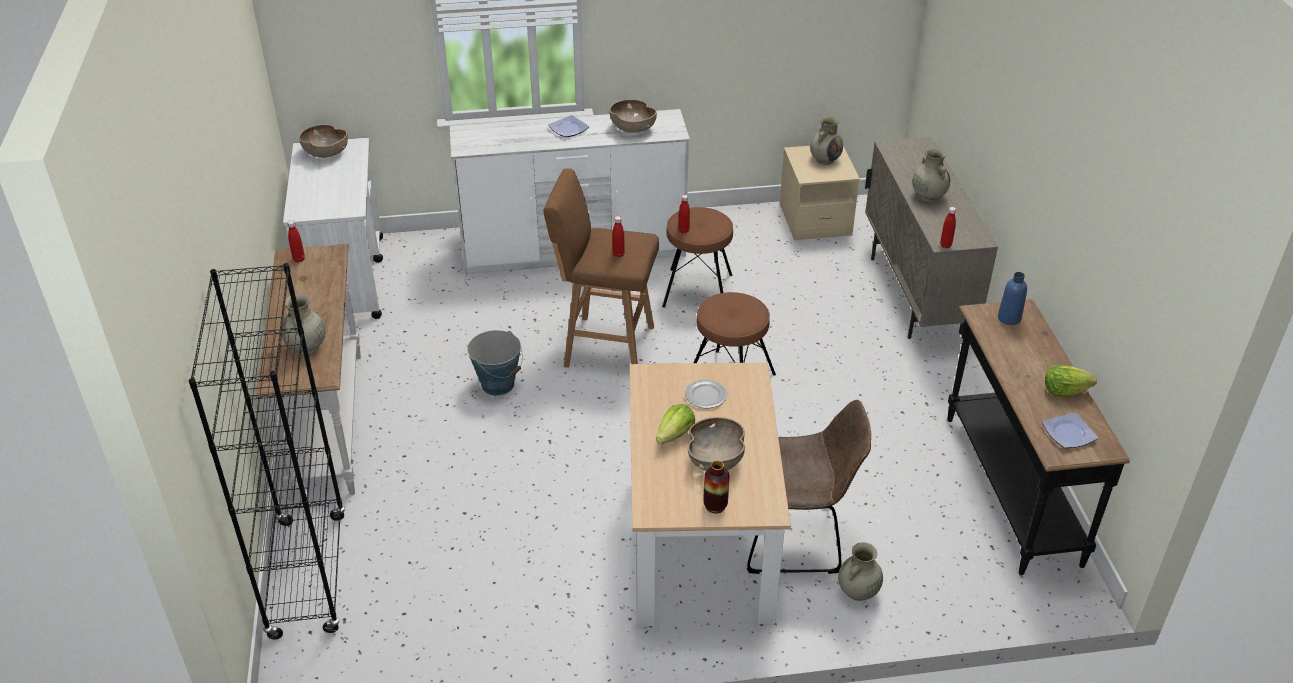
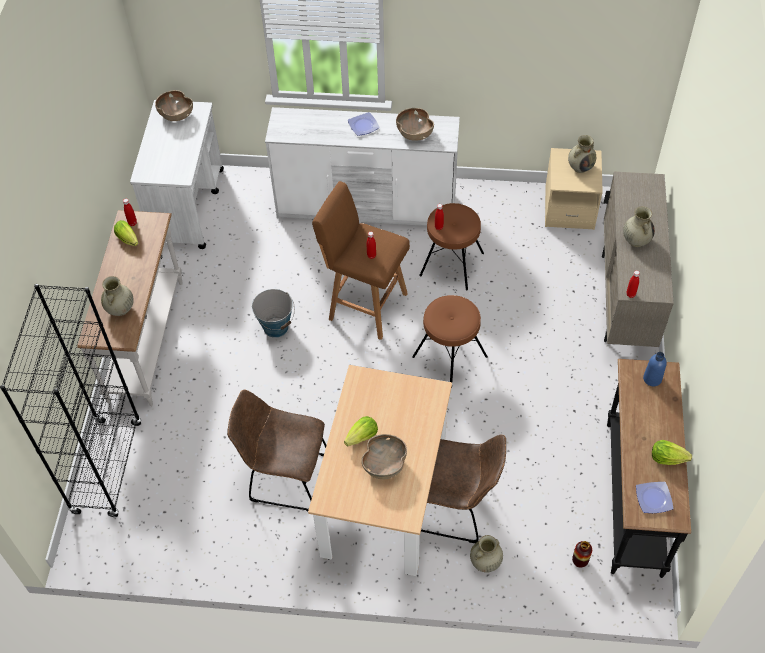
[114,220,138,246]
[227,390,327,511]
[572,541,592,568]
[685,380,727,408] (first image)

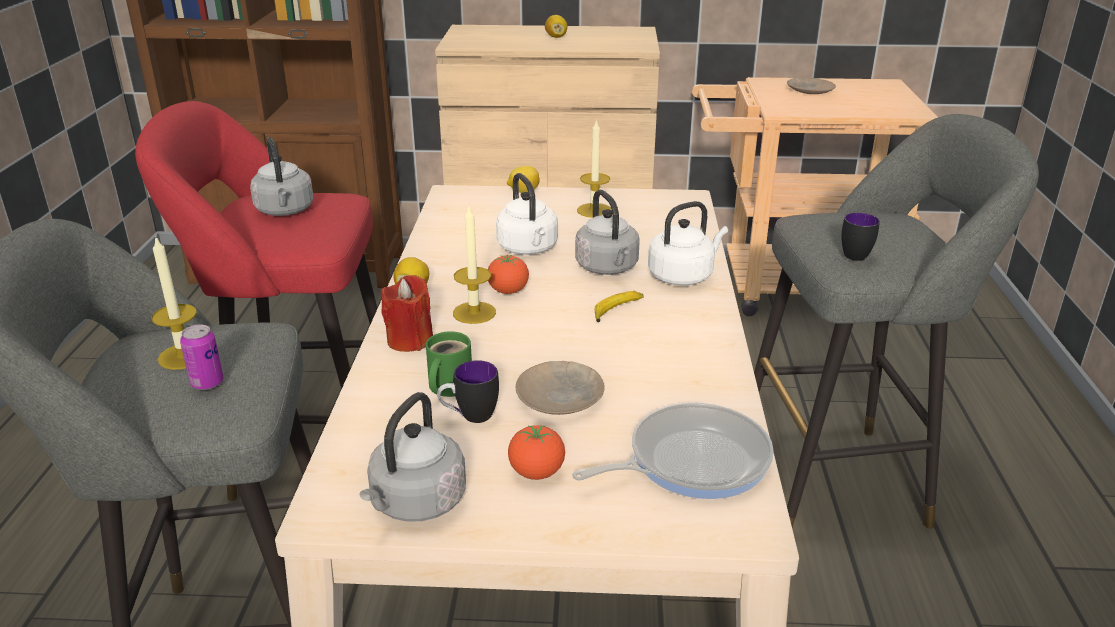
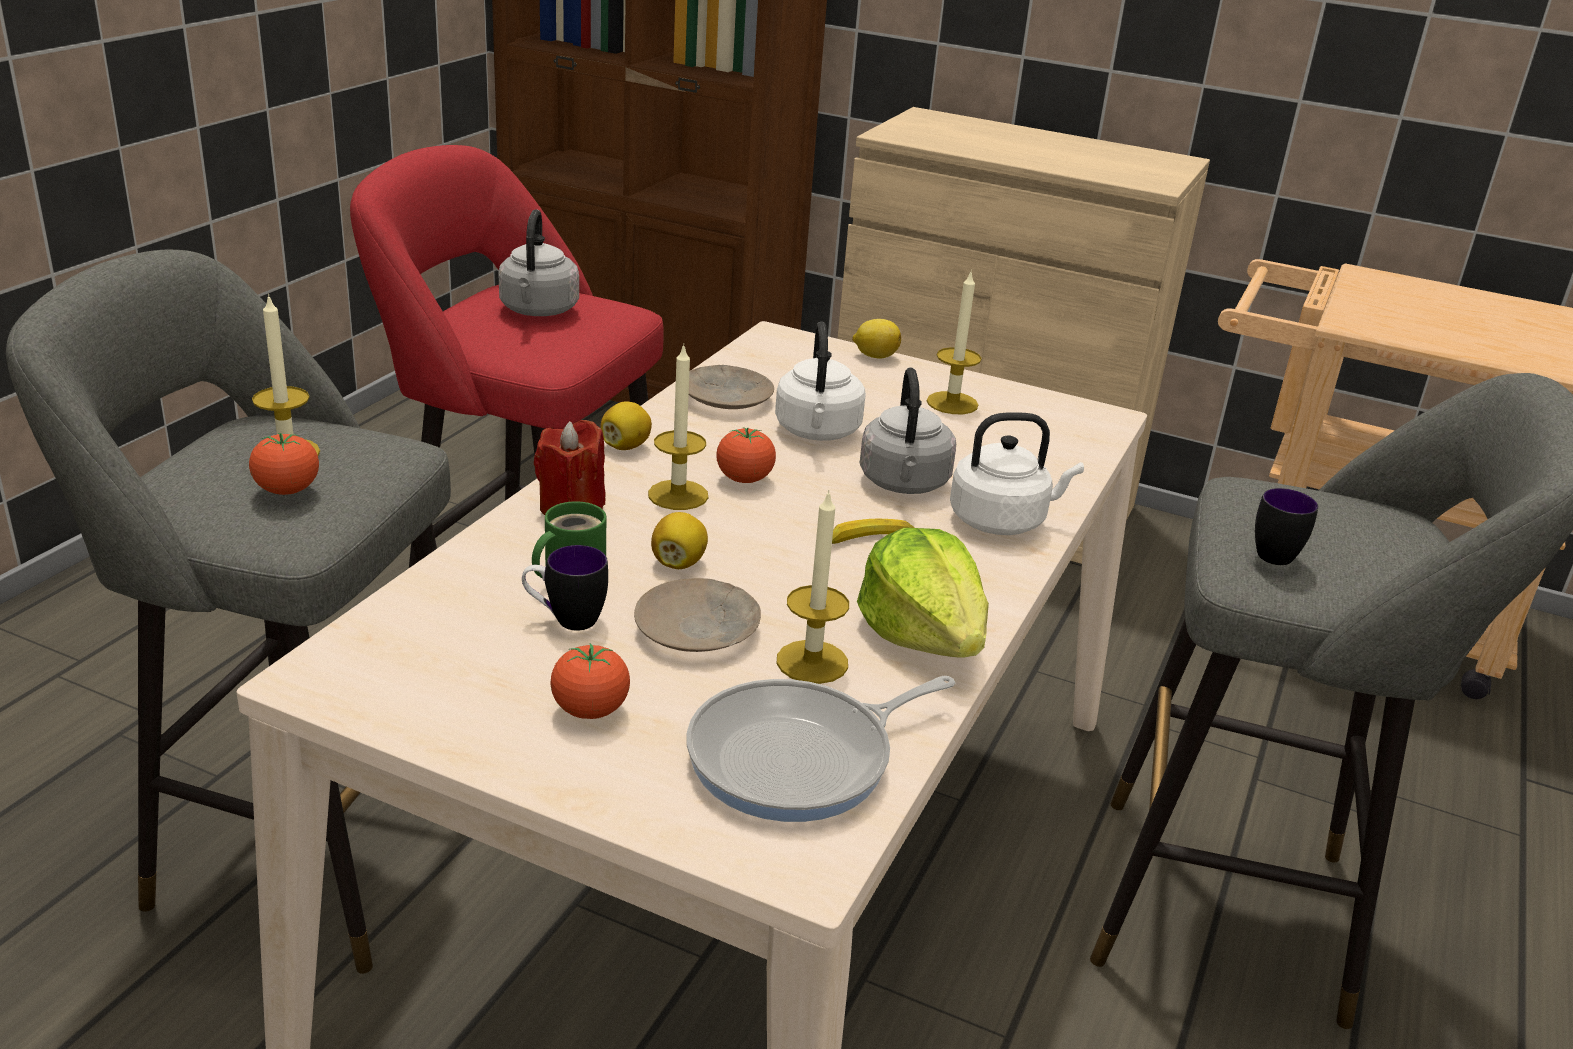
[249,433,319,495]
[651,512,708,569]
[687,676,956,822]
[689,365,774,409]
[777,490,849,684]
[857,528,989,657]
[359,392,466,522] (first image)

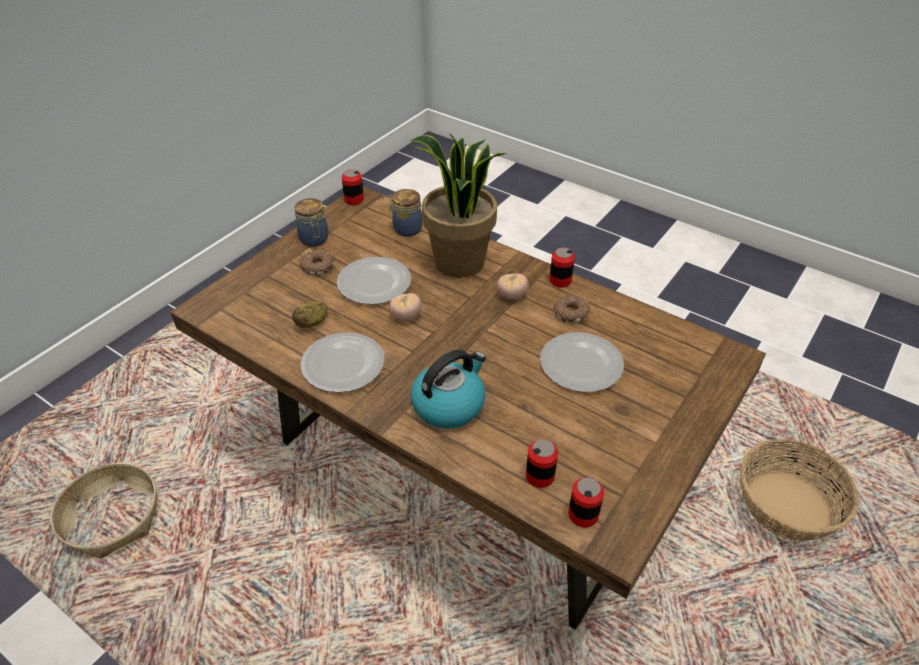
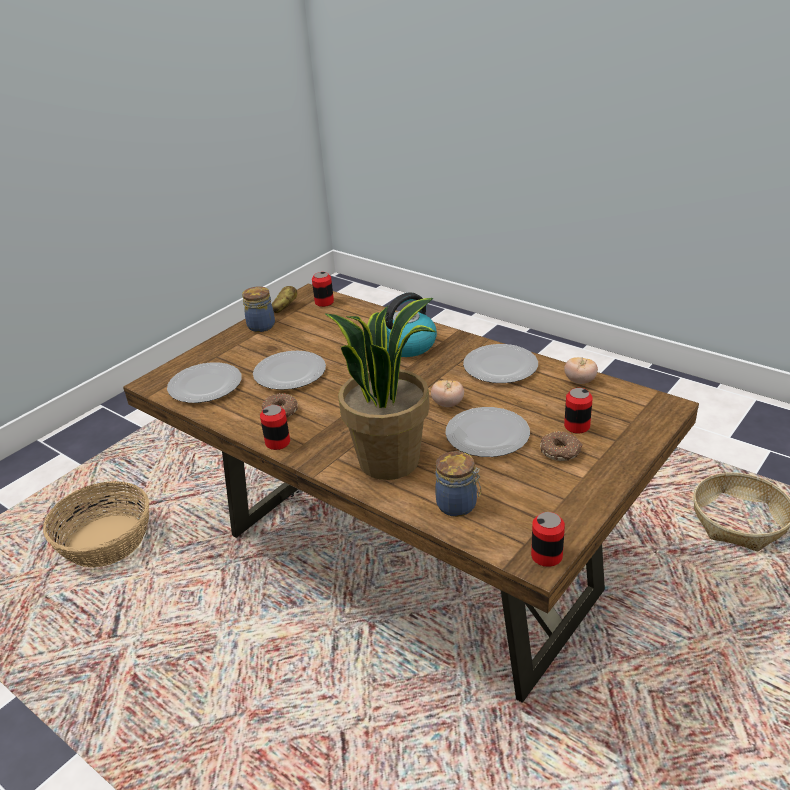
[167,362,242,403]
[242,286,275,332]
[272,286,297,313]
[564,357,598,384]
[564,388,593,434]

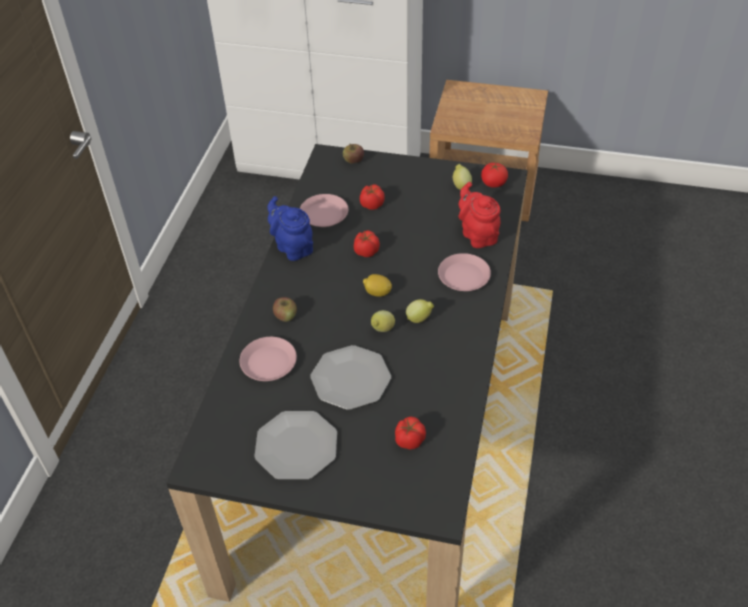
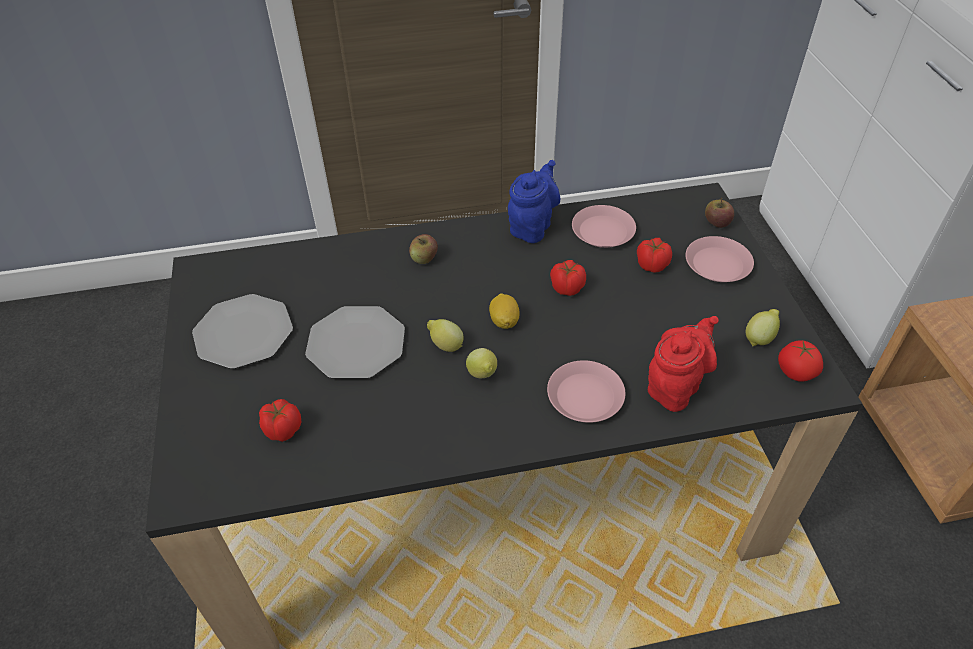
[686,236,754,282]

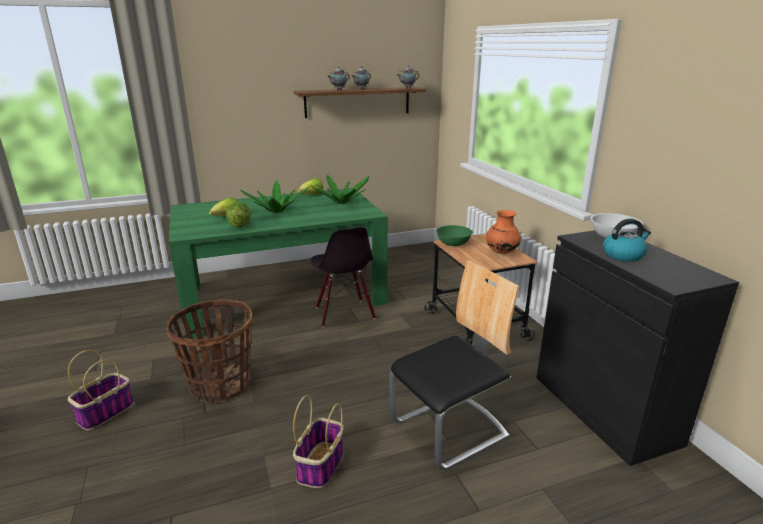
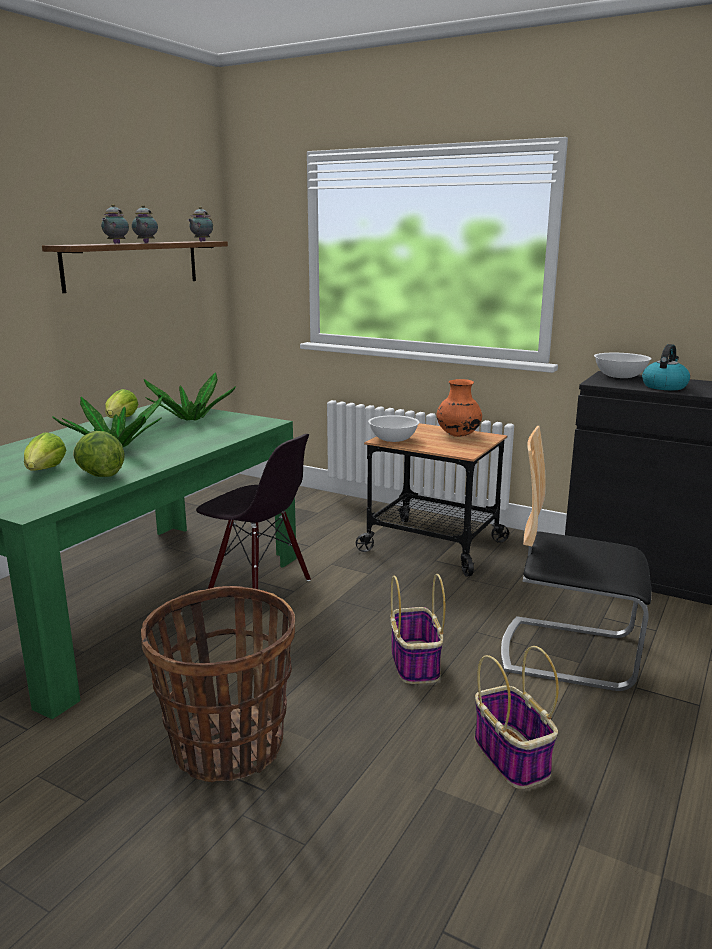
[368,415,419,442]
[390,574,445,684]
[501,426,651,691]

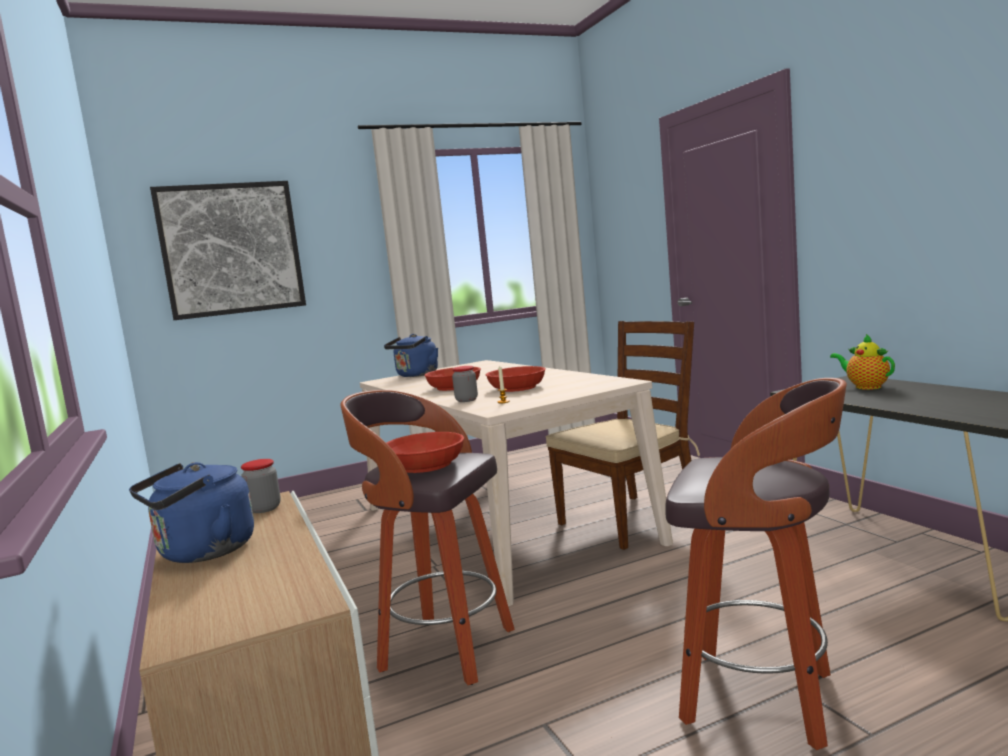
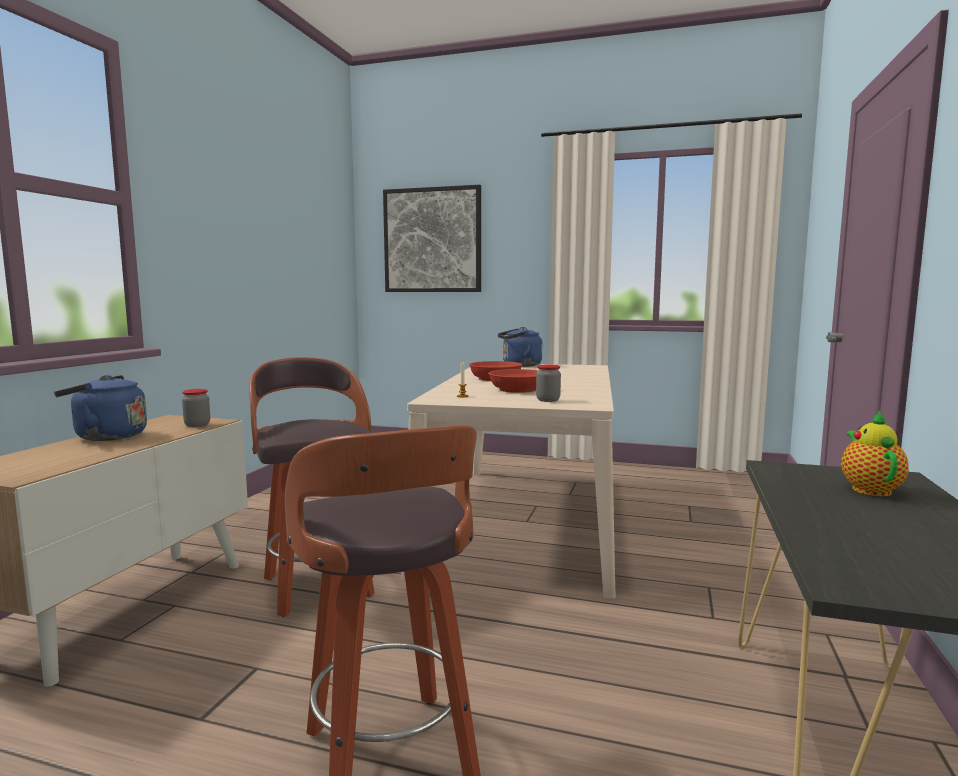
[536,364,561,402]
[386,432,464,473] (first image)
[546,321,700,550] (first image)

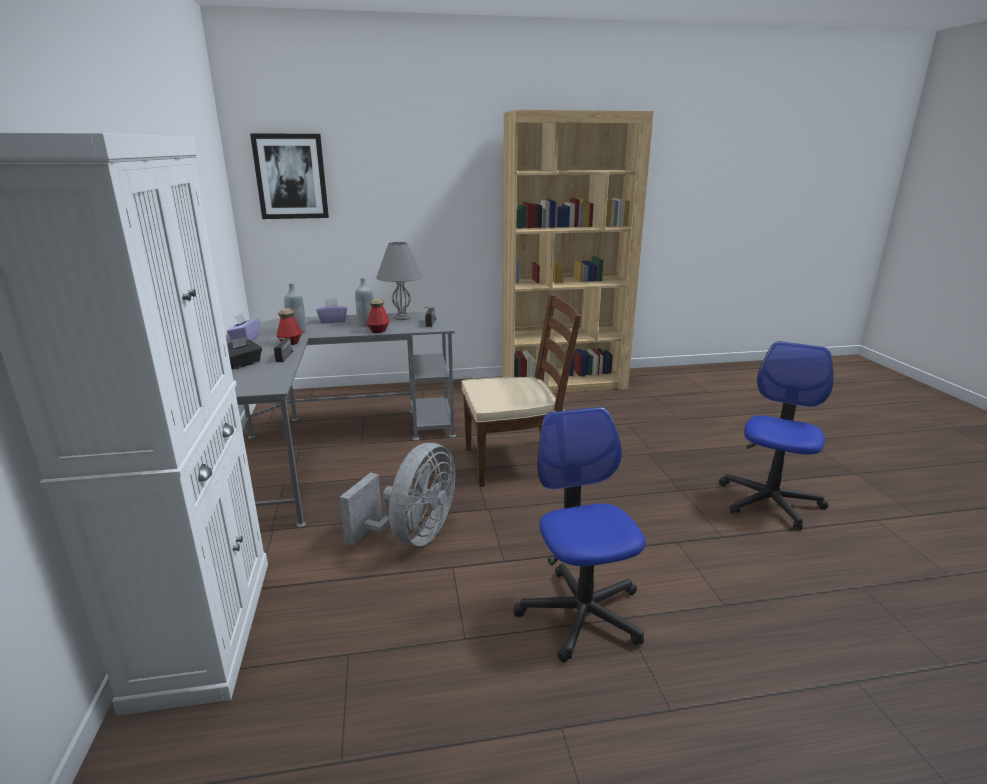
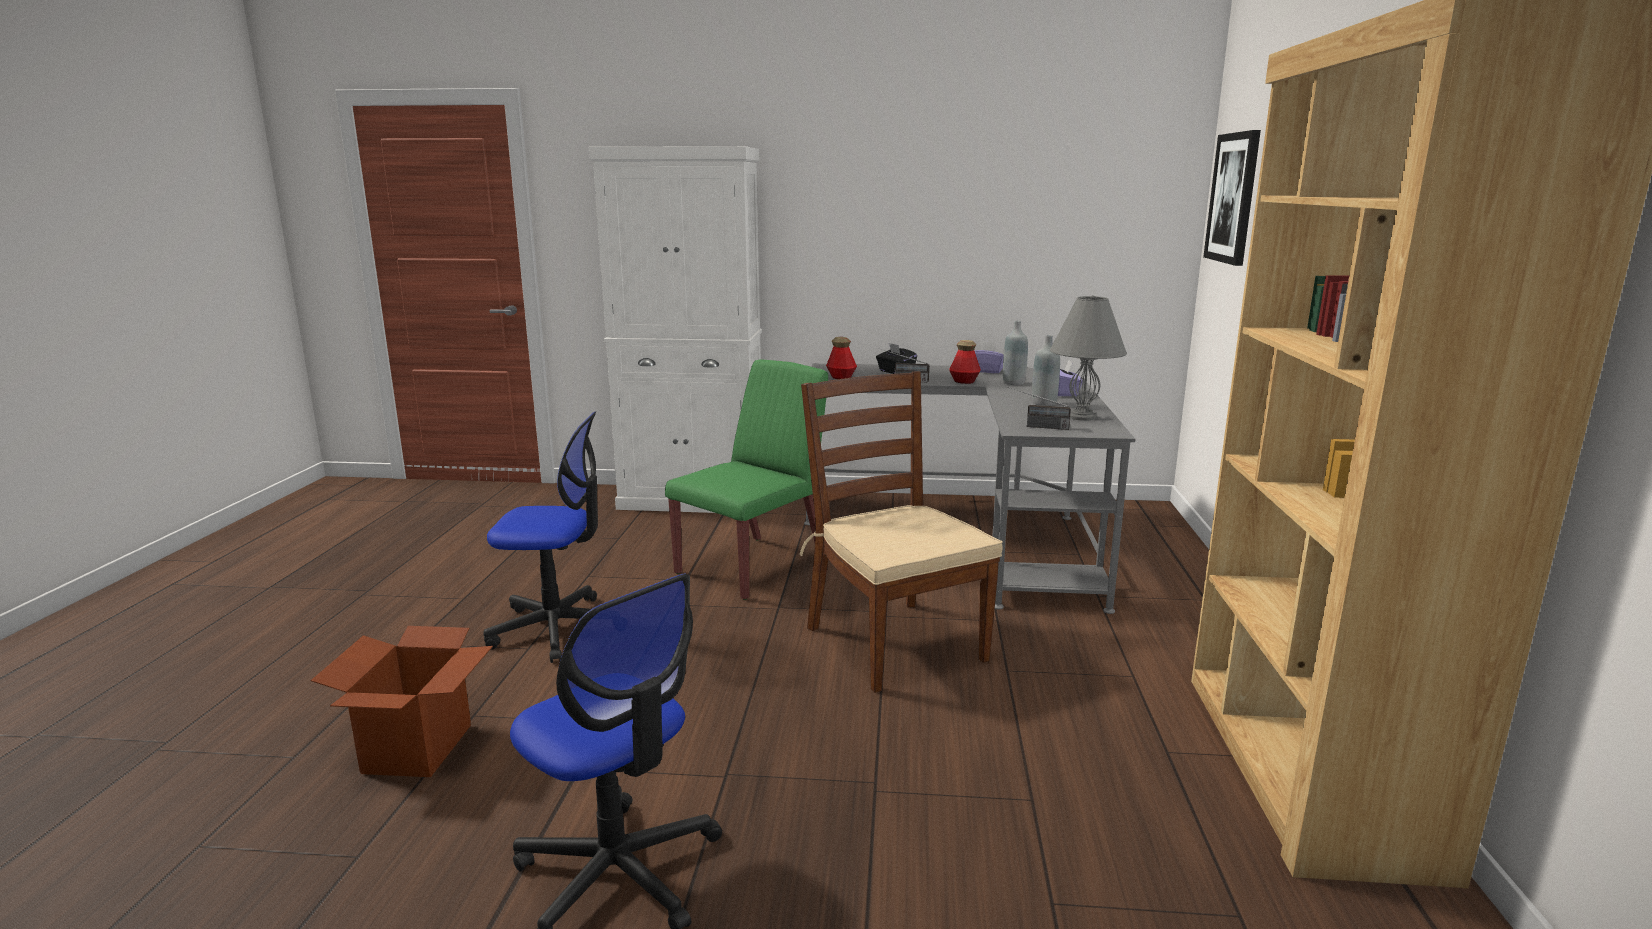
[311,626,493,777]
[665,359,828,600]
[799,371,1003,693]
[826,337,857,379]

